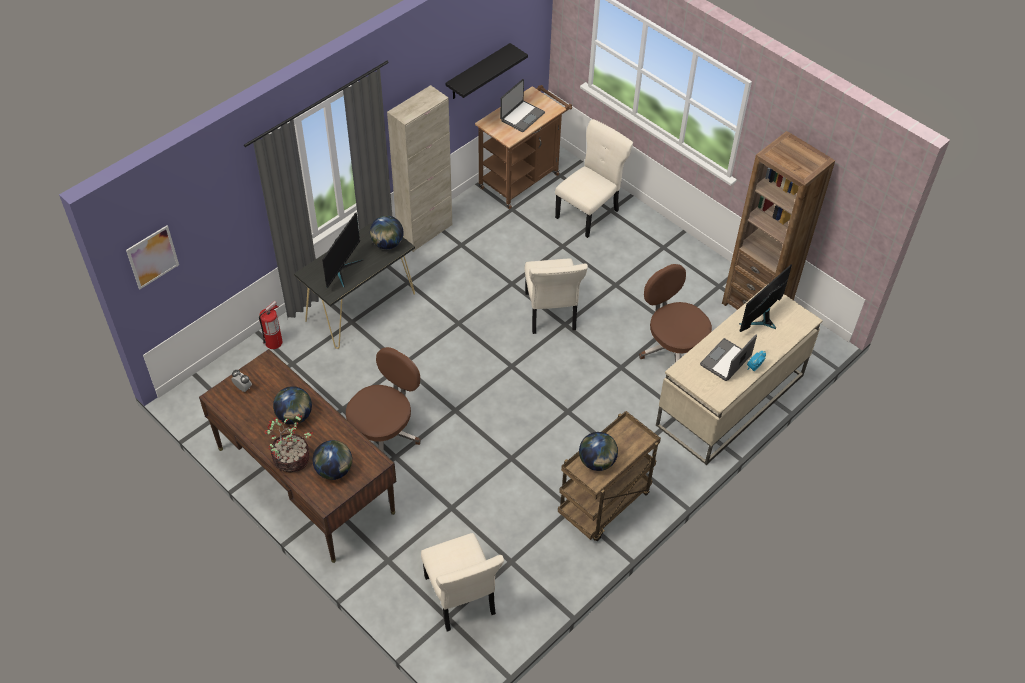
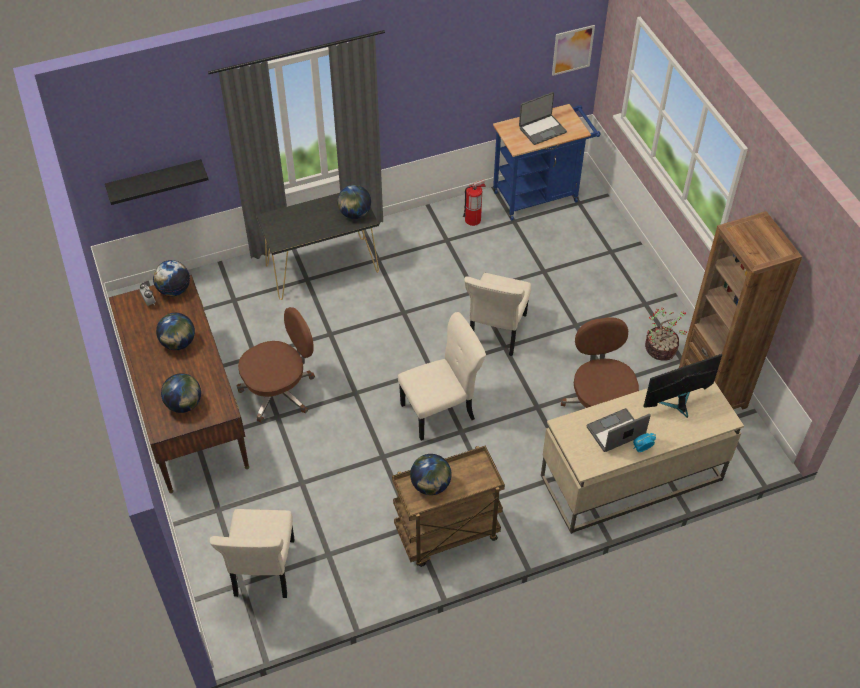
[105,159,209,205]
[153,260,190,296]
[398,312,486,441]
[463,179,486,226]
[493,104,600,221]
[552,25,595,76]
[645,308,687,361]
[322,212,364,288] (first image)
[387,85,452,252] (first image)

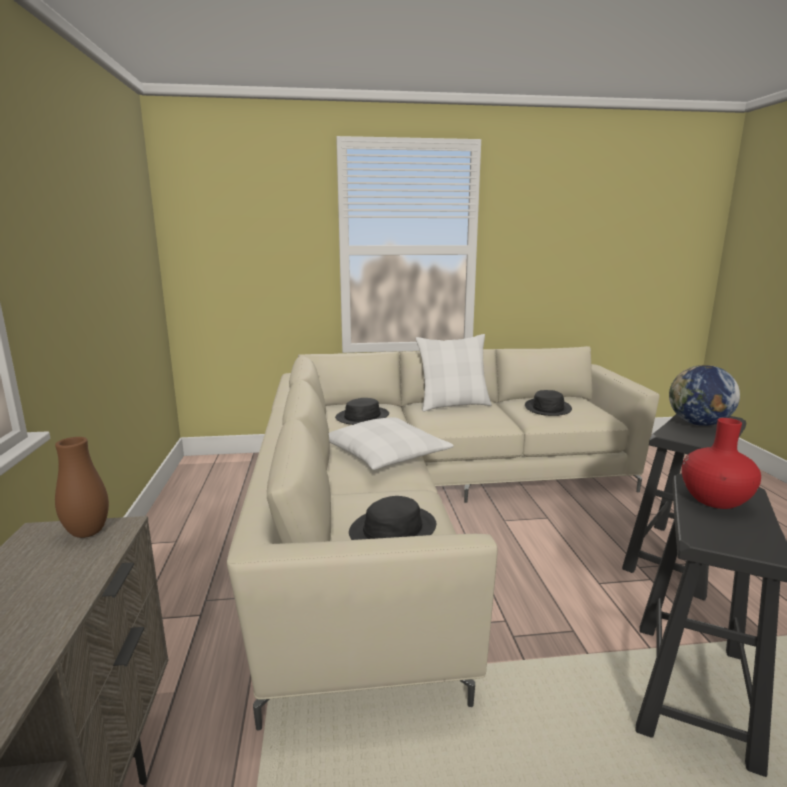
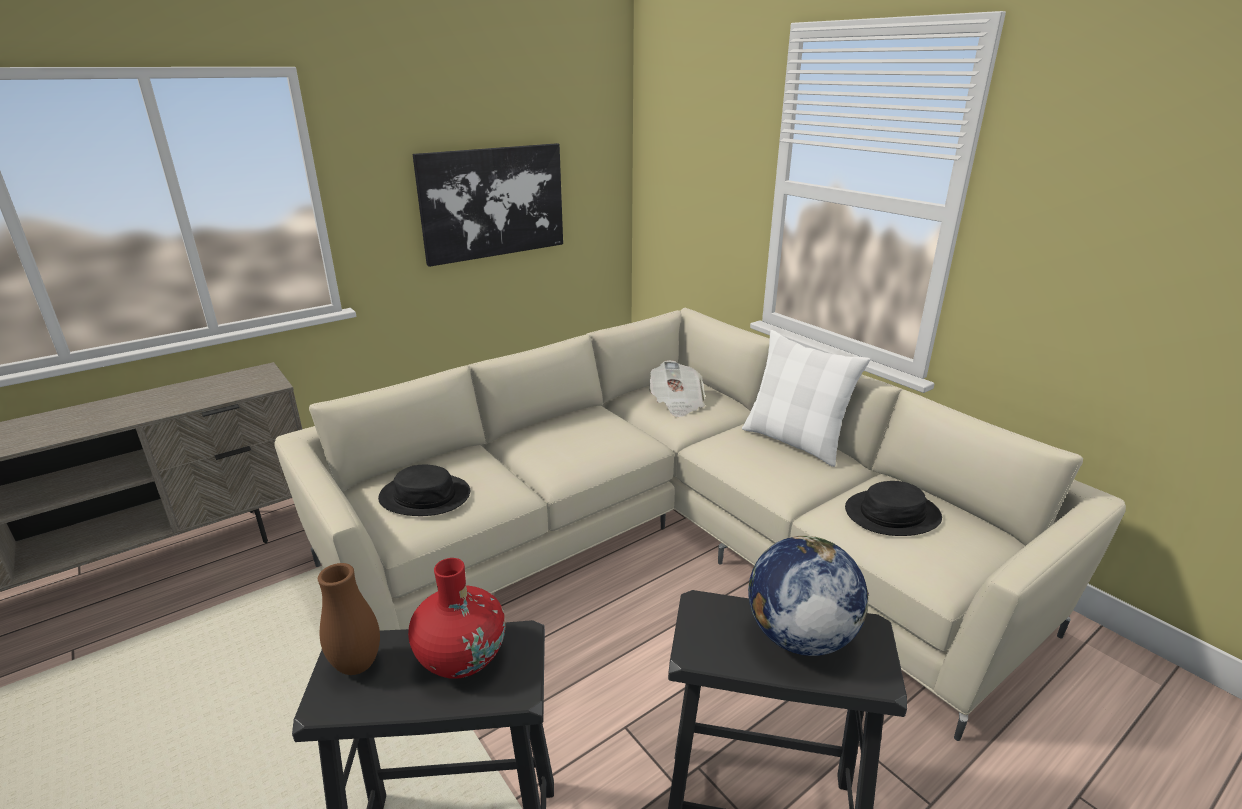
[318,563,380,675]
[413,143,563,267]
[649,360,705,417]
[329,417,454,470] (first image)

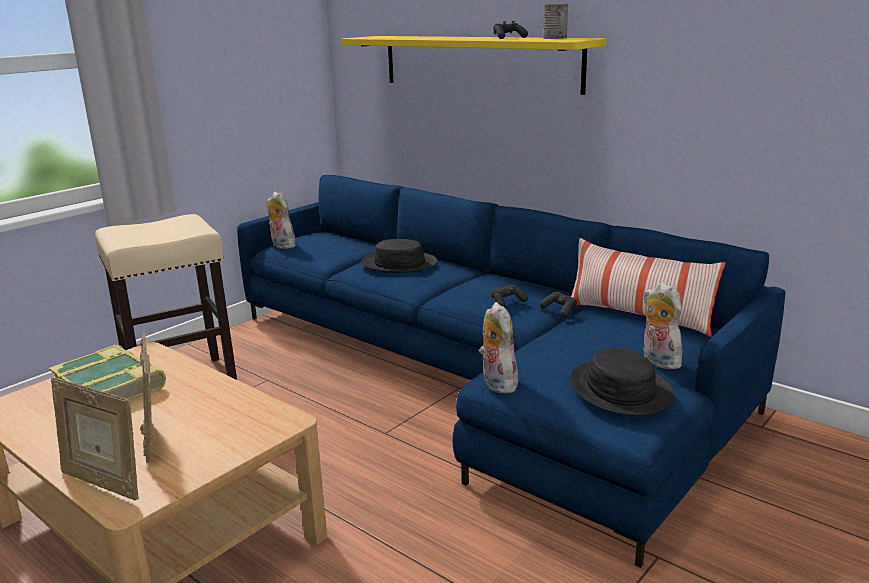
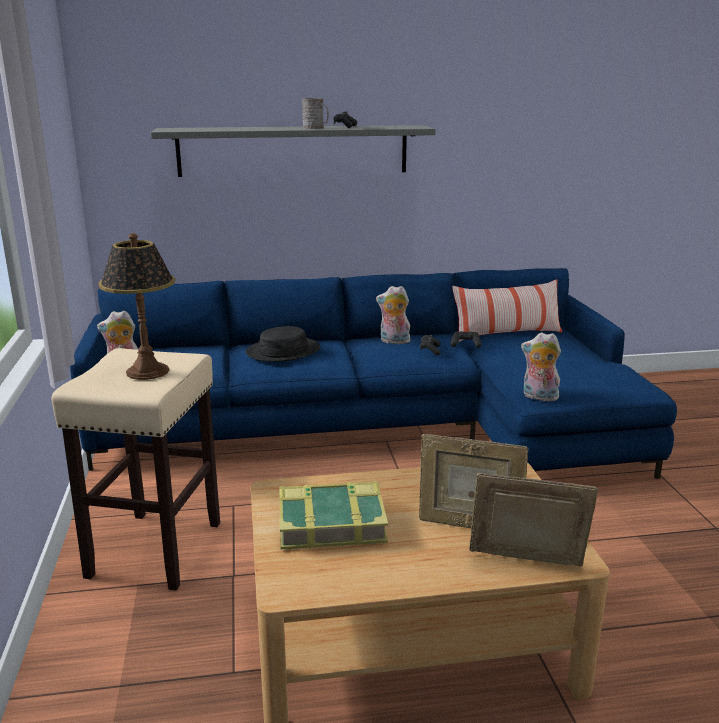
[98,233,175,380]
[151,125,436,177]
[302,98,329,129]
[376,286,410,344]
[469,473,599,567]
[571,348,674,415] (first image)

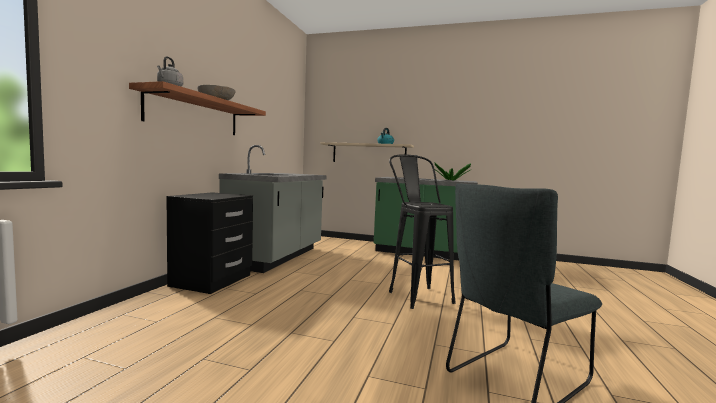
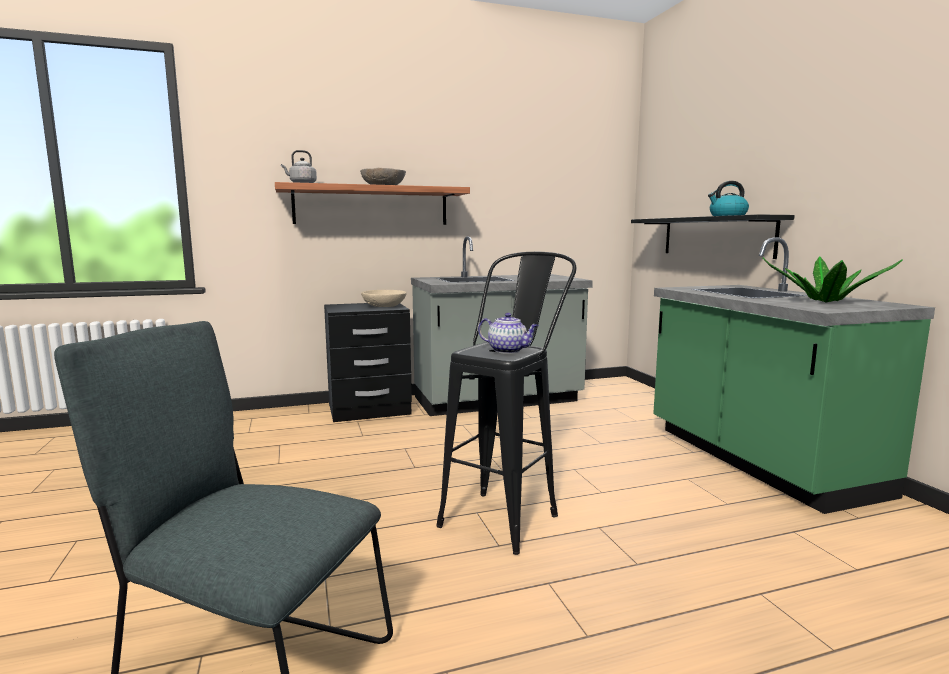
[361,290,407,307]
[478,313,539,354]
[631,214,795,259]

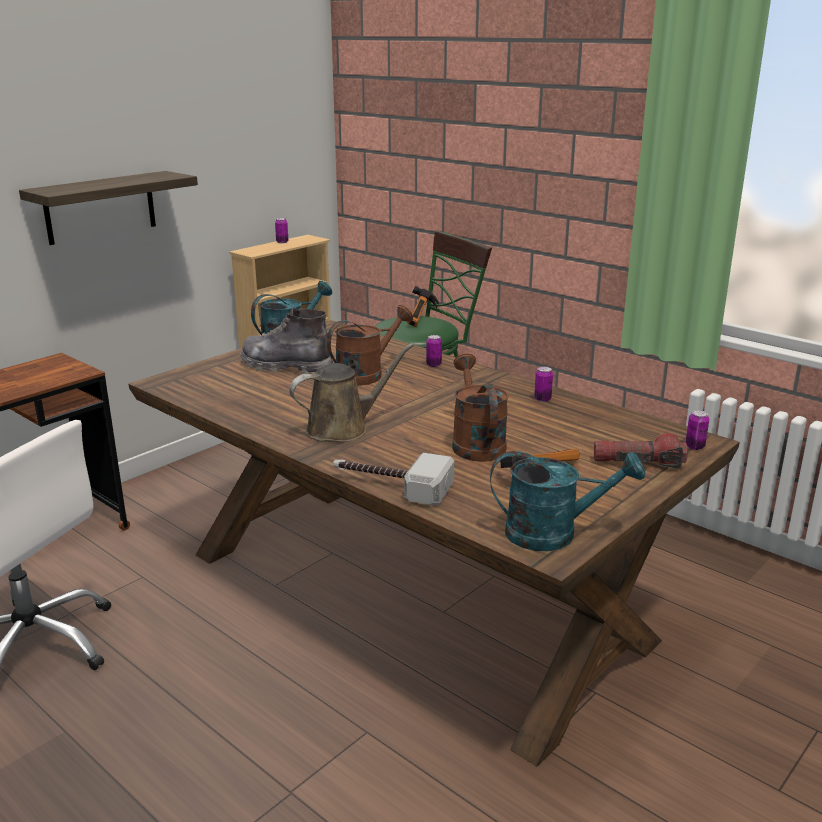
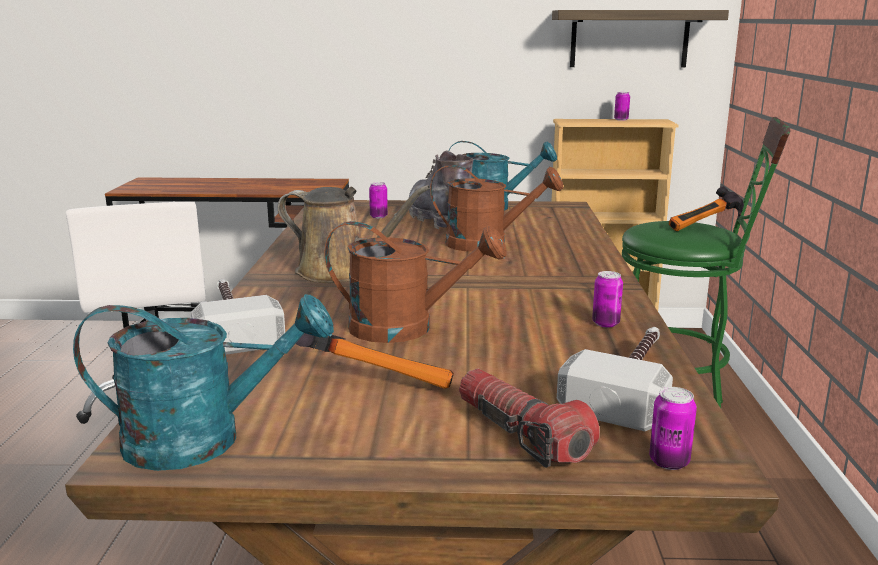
[73,294,334,471]
[325,221,506,343]
[369,182,388,218]
[552,10,729,67]
[557,327,673,431]

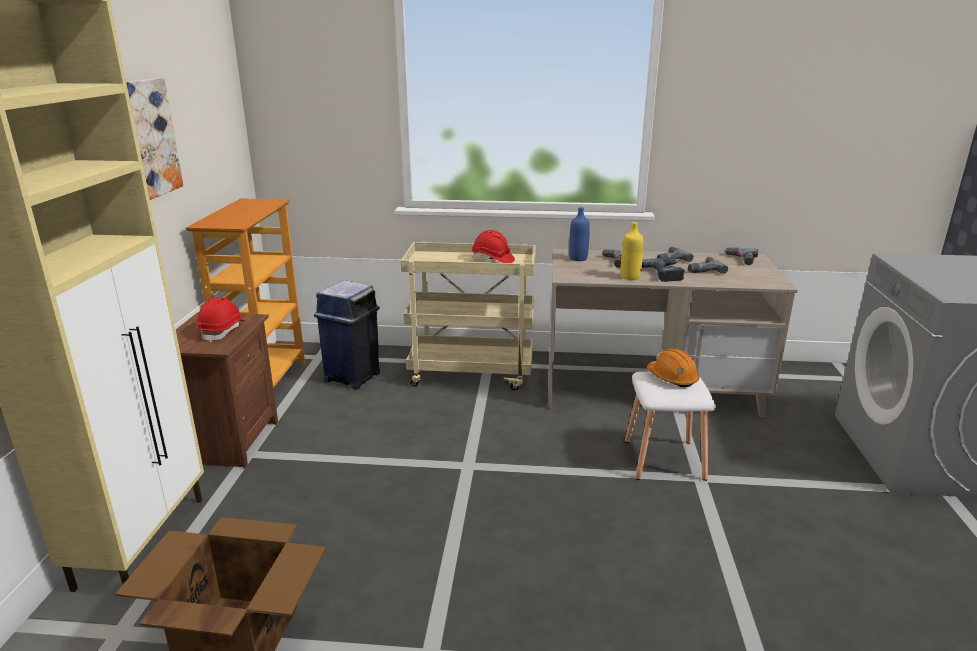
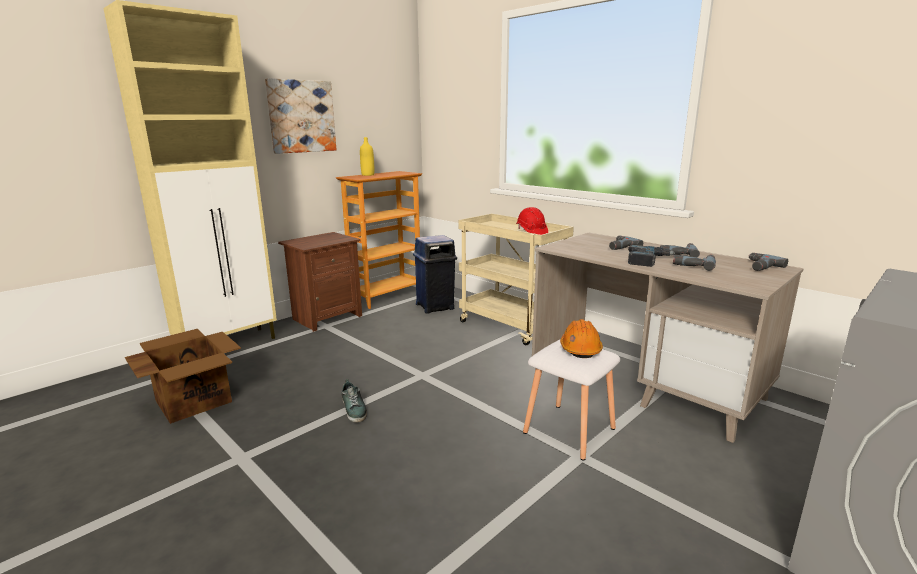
[341,379,367,423]
[360,137,374,176]
[196,297,246,343] (first image)
[569,207,590,261] (first image)

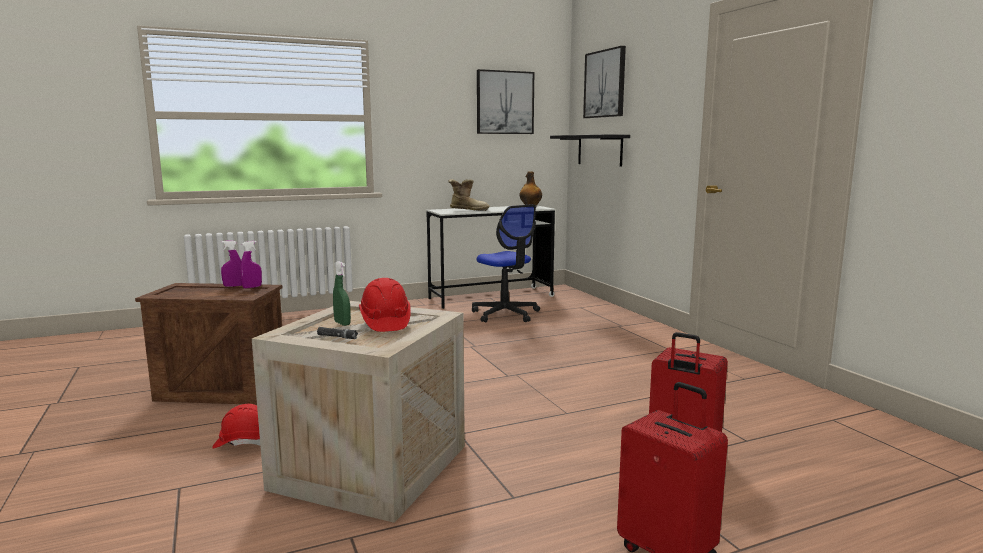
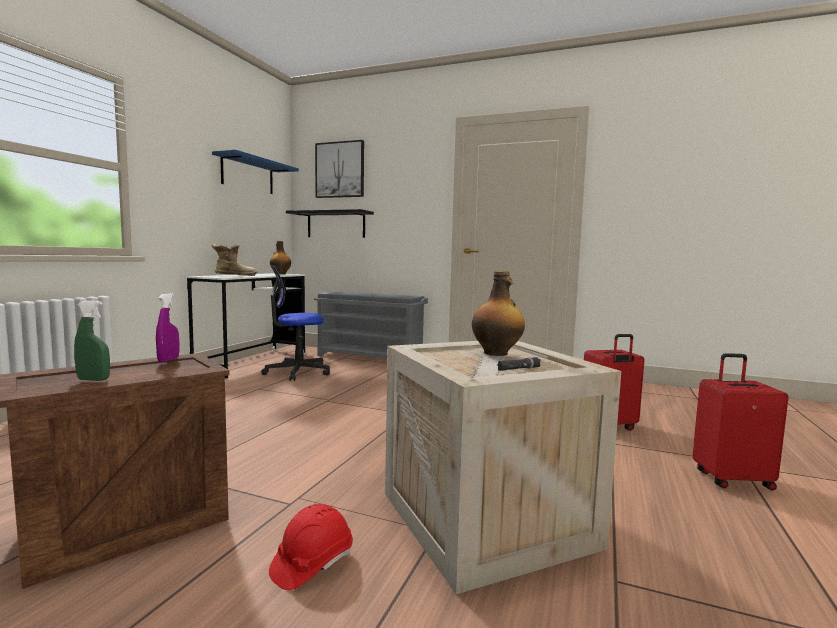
[74,301,110,381]
[212,150,299,194]
[261,265,330,381]
[314,291,428,358]
[472,271,525,356]
[221,240,242,287] (first image)

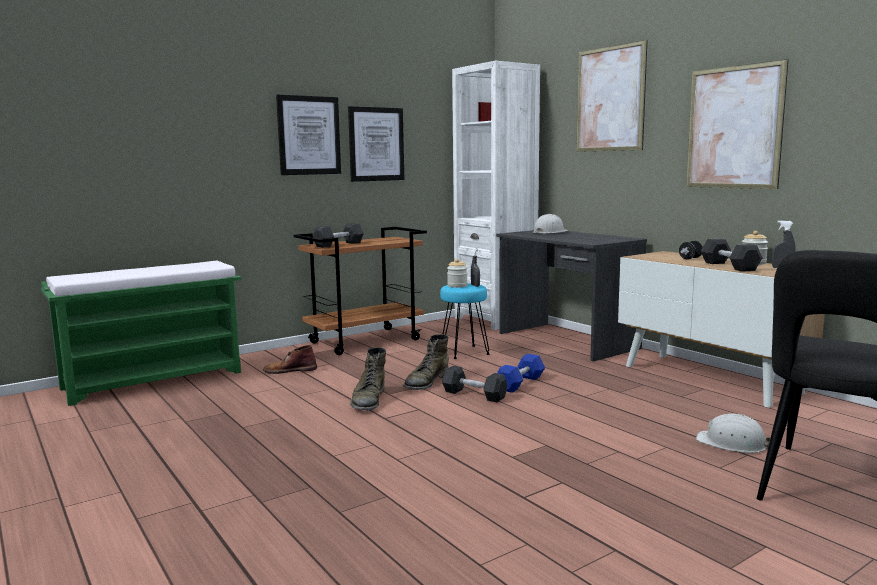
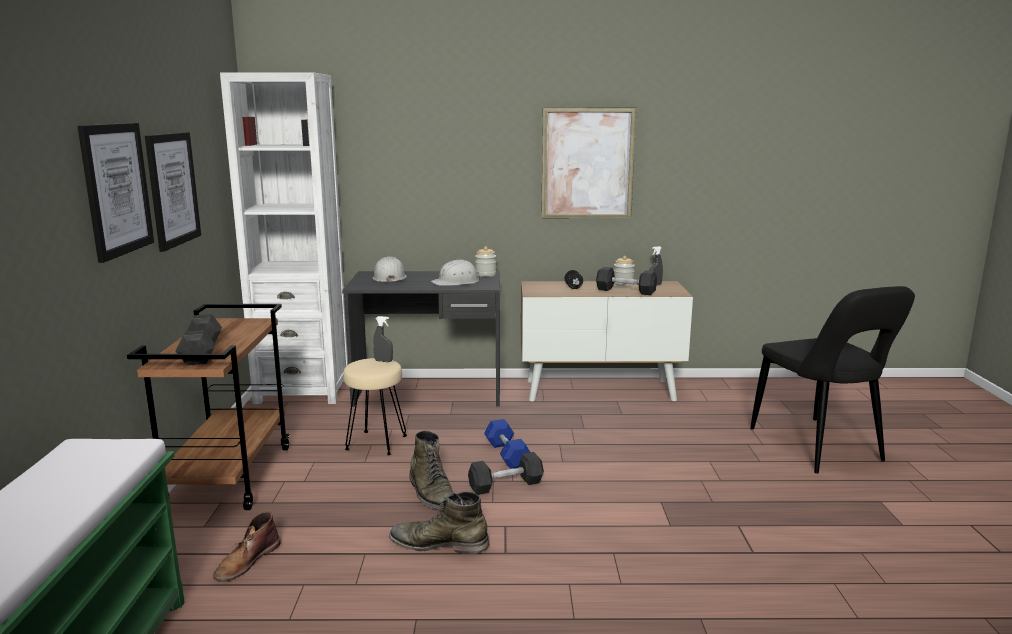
[343,358,407,455]
[389,492,490,554]
[431,259,480,286]
[475,247,496,277]
[576,40,647,152] (first image)

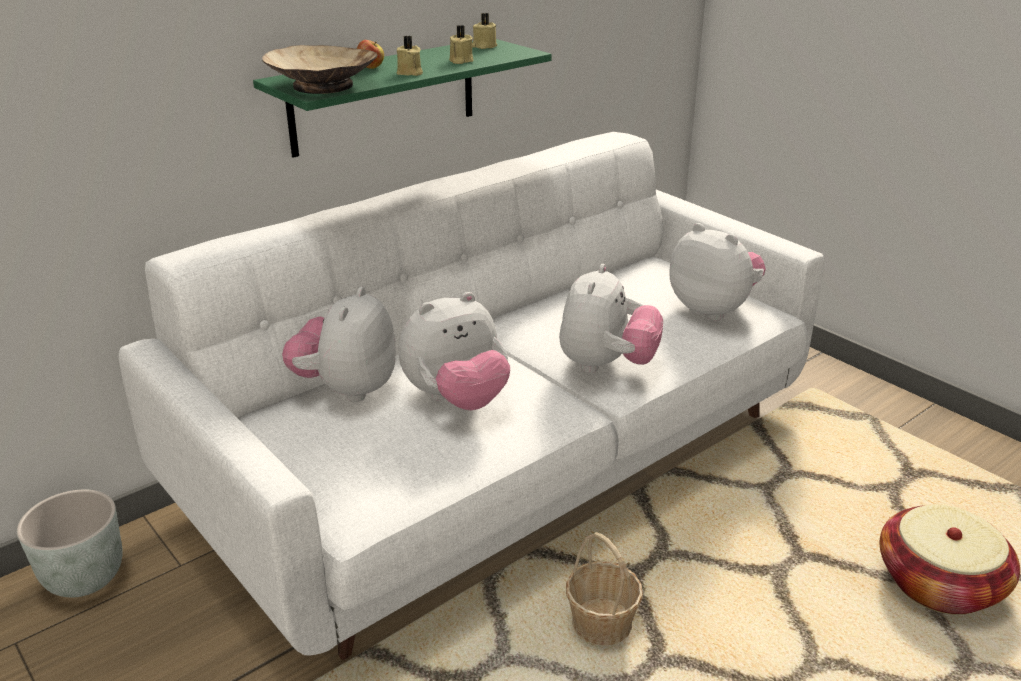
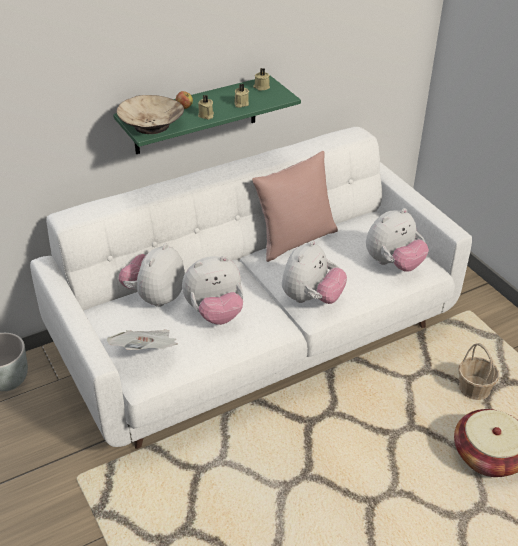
[107,329,178,350]
[252,151,338,262]
[366,208,429,272]
[458,343,499,400]

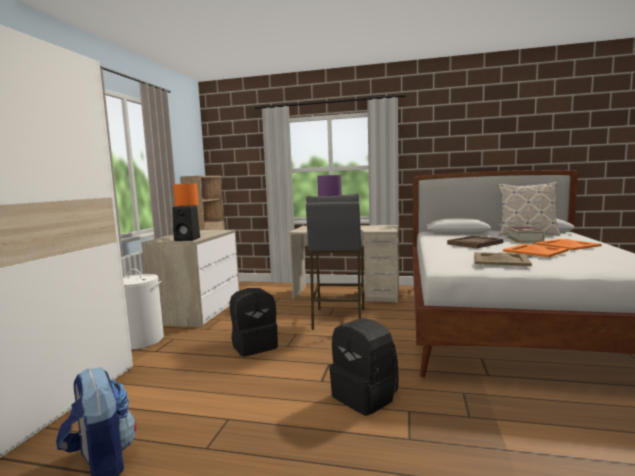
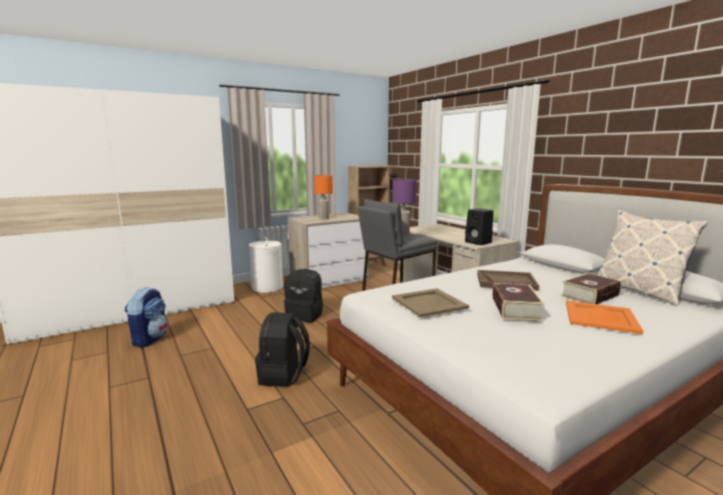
[465,208,493,245]
[492,283,545,321]

